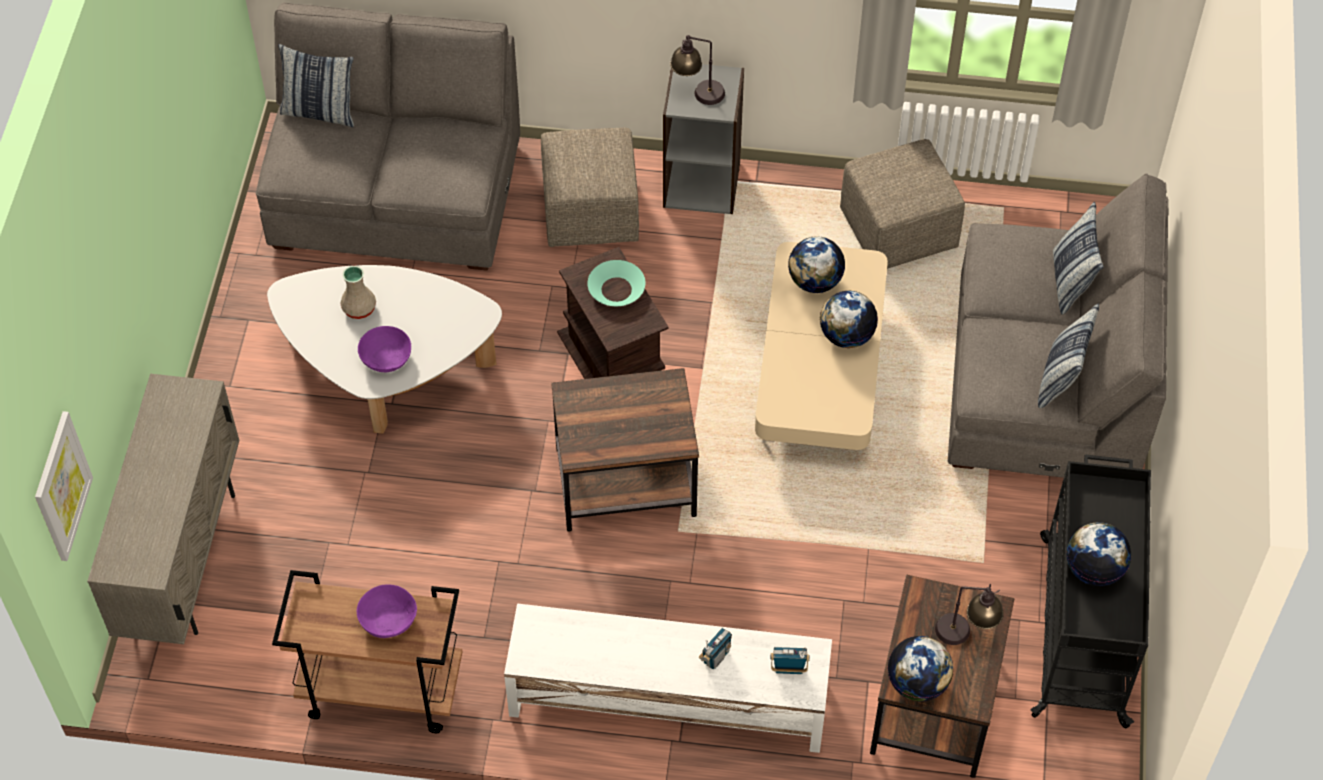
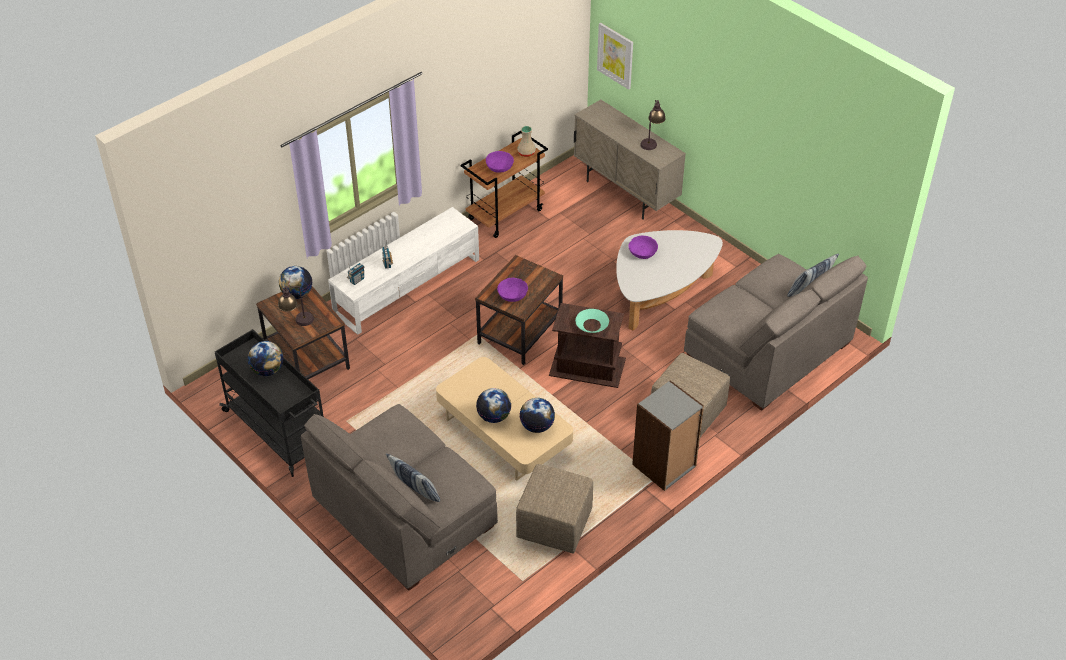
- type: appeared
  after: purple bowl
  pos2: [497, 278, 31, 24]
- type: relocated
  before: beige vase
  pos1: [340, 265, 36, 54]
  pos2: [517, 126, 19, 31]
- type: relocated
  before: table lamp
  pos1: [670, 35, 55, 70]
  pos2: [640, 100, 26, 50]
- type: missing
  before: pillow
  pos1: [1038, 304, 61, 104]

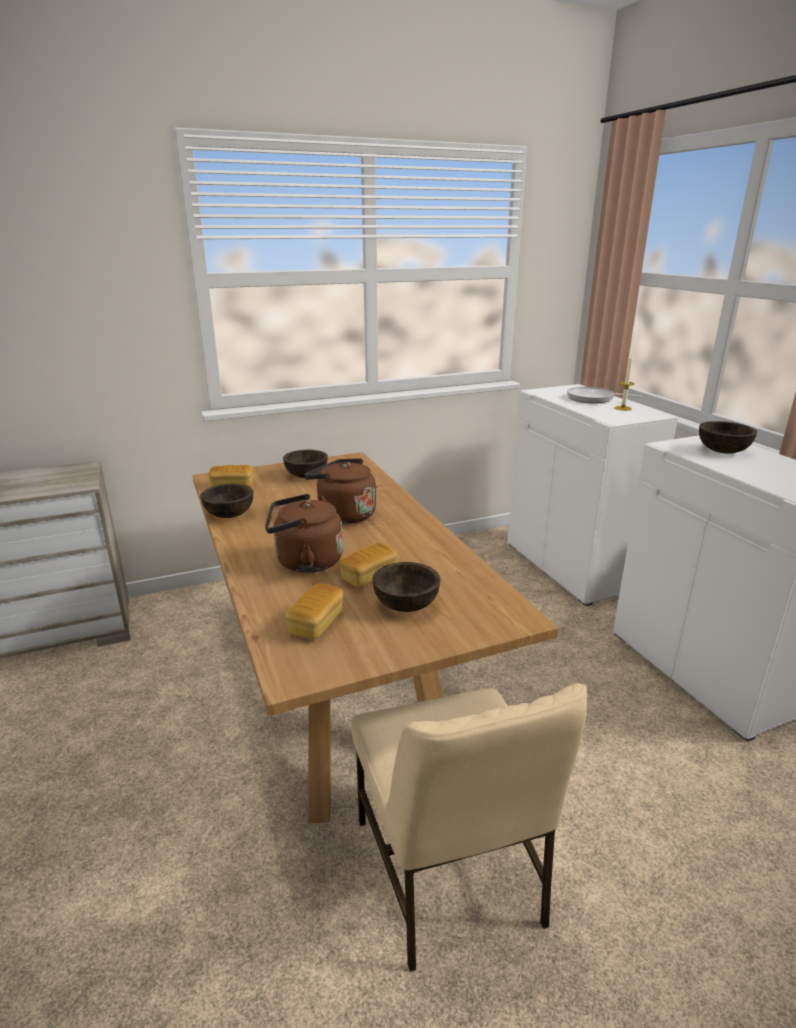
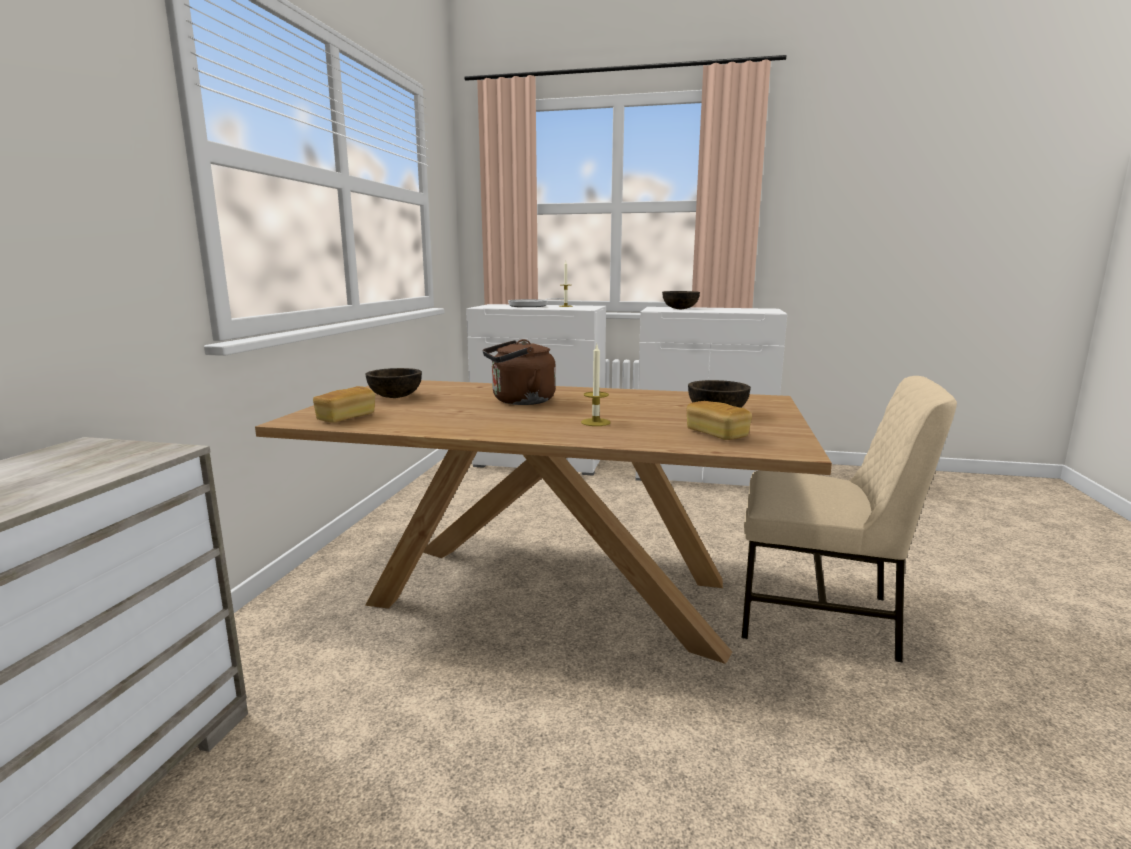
- type: exchanged
  before: brown kettle
  after: candle
  pos1: [265, 494, 78, 79]
  pos2: [581, 345, 30, 81]
- type: missing
  before: brown bowl
  pos1: [200, 484, 53, 34]
- type: missing
  before: bread
  pos1: [339, 543, 58, 45]

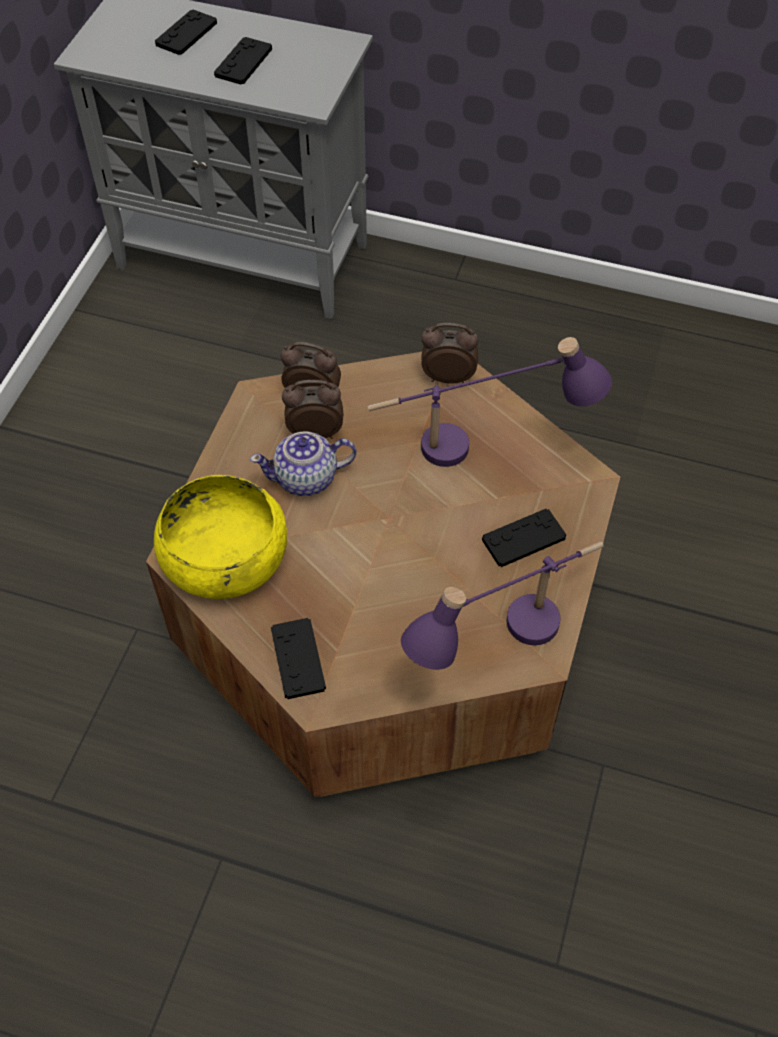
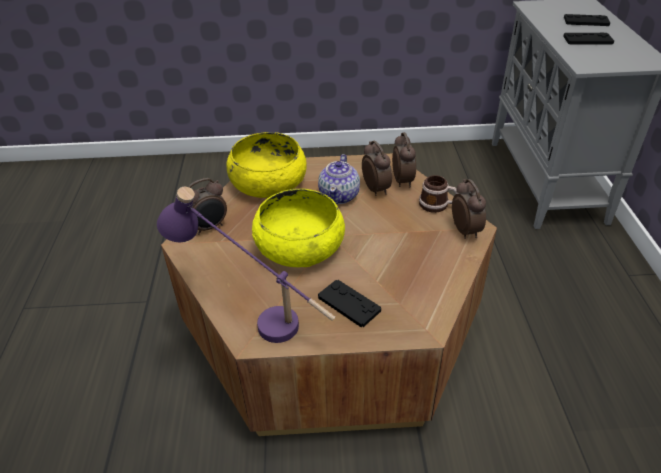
- type: exchanged
  before: black game controller
  after: alarm clock
  pos1: [271, 618, 55, 81]
  pos2: [188, 178, 39, 57]
- type: appeared
  after: yellow bowl
  pos2: [252, 189, 93, 79]
- type: spun
  before: teapot
  pos1: [250, 432, 107, 64]
  pos2: [318, 154, 42, 50]
  turn: -135
- type: appeared
  after: mug
  pos2: [419, 175, 39, 38]
- type: missing
  before: purple table lamp
  pos1: [368, 337, 244, 130]

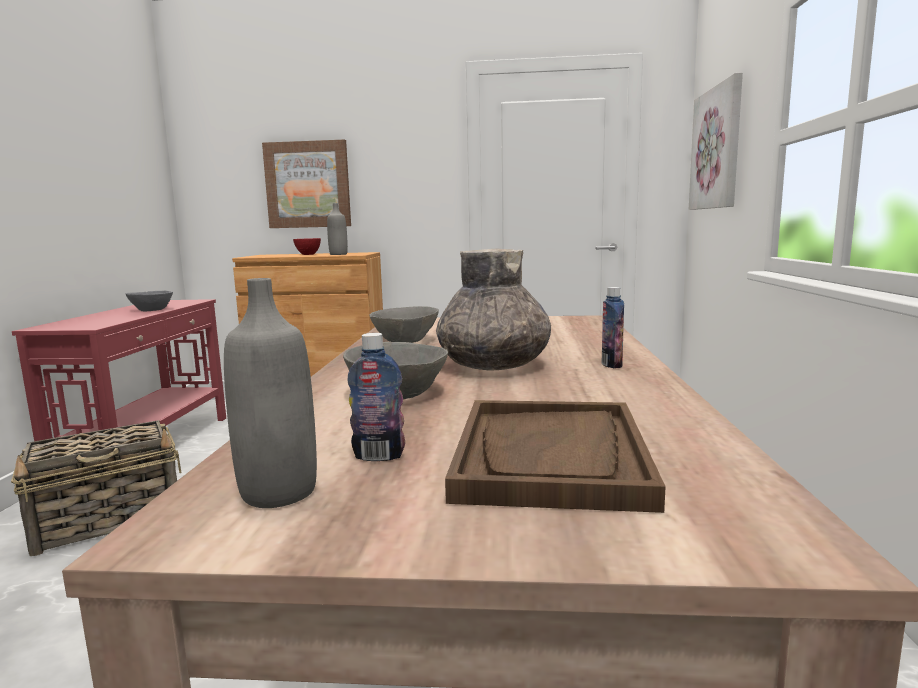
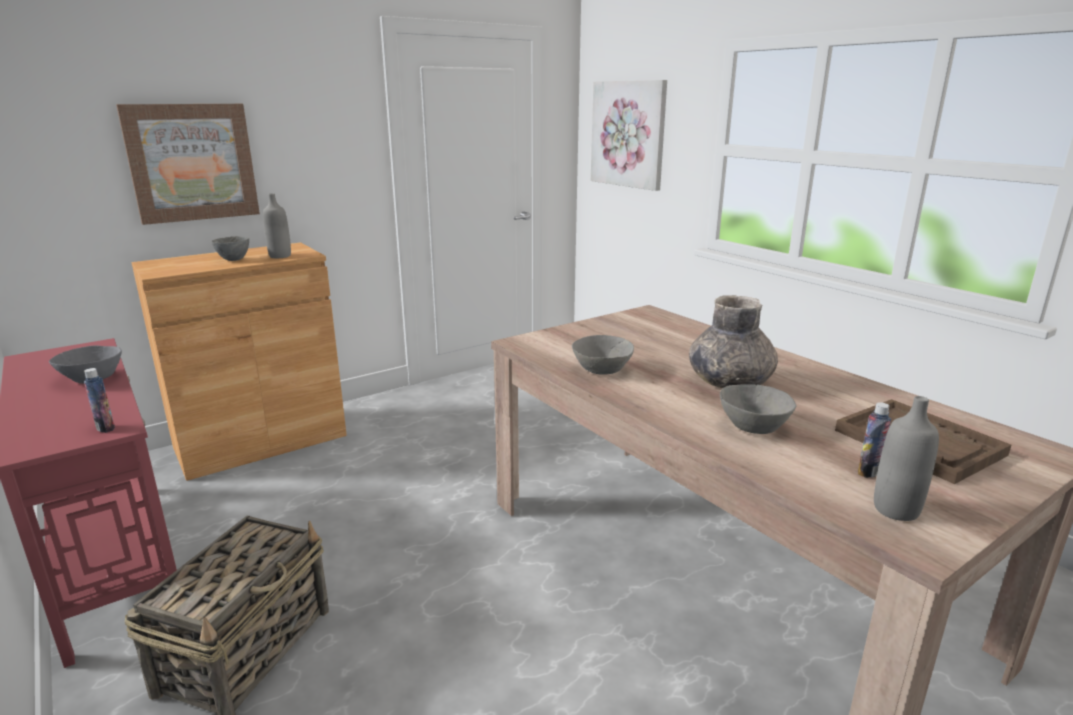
- type: relocated
  before: bottle
  pos1: [601, 287, 23, 81]
  pos2: [84, 368, 31, 65]
- type: colour
  before: red bowl
  after: grey bowl
  pos1: [293, 238, 28, 17]
  pos2: [211, 236, 38, 25]

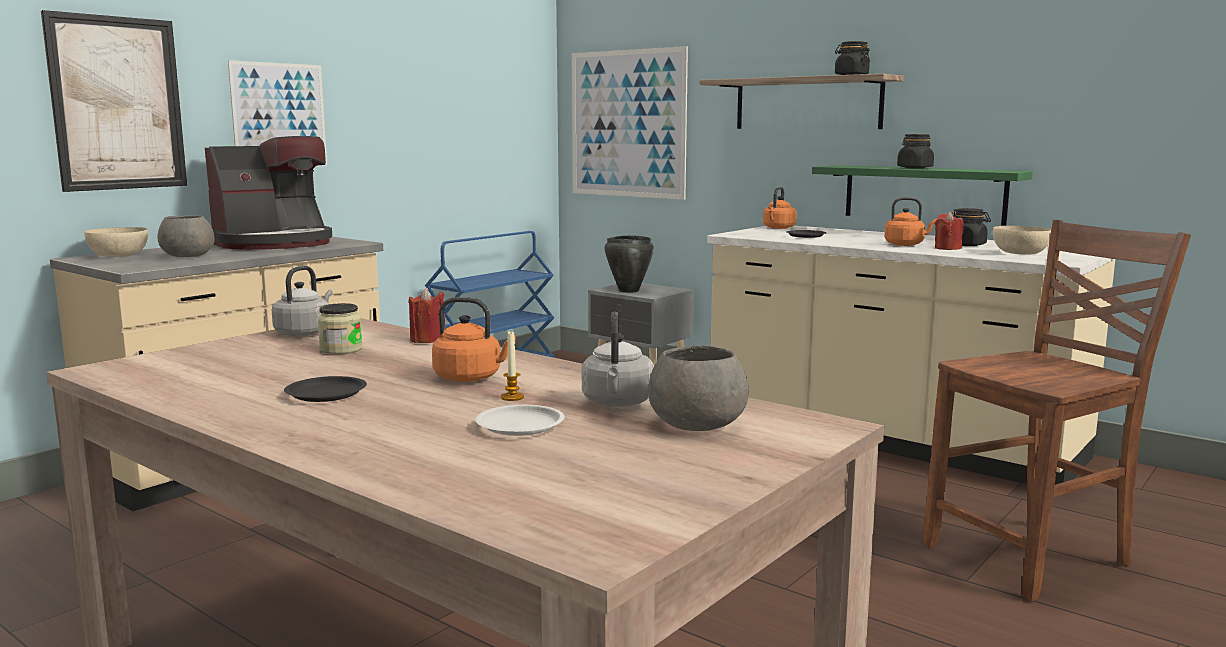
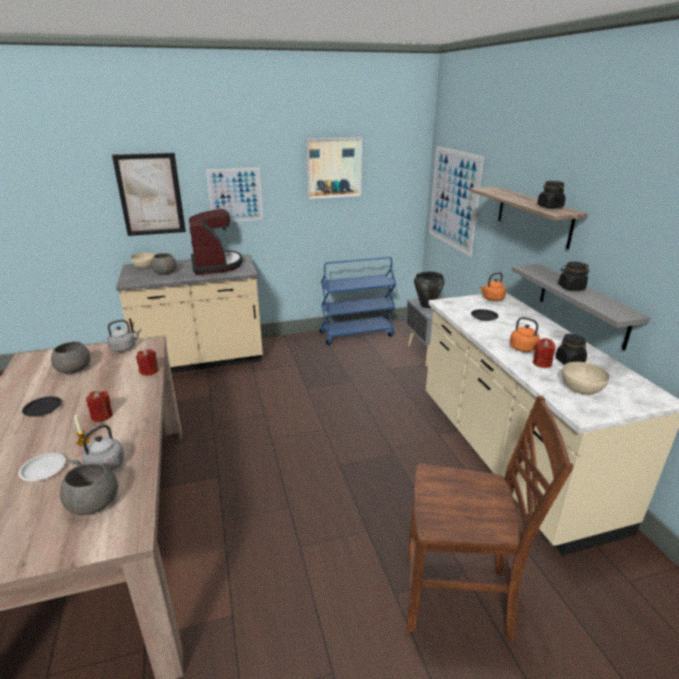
- type: appeared
  after: grey bowl
  pos2: [51, 341, 40, 33]
- type: exchanged
  before: orange kettle
  after: red candle
  pos1: [432, 297, 84, 85]
  pos2: [86, 391, 27, 31]
- type: spun
  before: coffee machine
  pos1: [205, 136, 127, 114]
  pos2: [189, 209, 54, 66]
  turn: -105
- type: appeared
  after: picture
  pos2: [306, 138, 56, 61]
- type: colour
  before: green shelf
  after: grey shelf
  pos1: [812, 165, 221, 61]
  pos2: [512, 264, 138, 86]
- type: missing
  before: jar
  pos1: [318, 303, 44, 51]

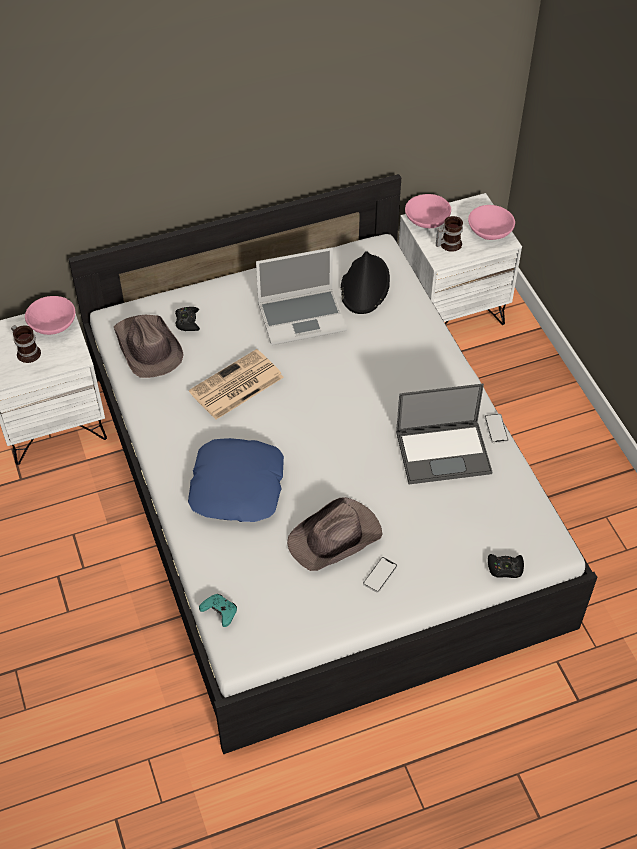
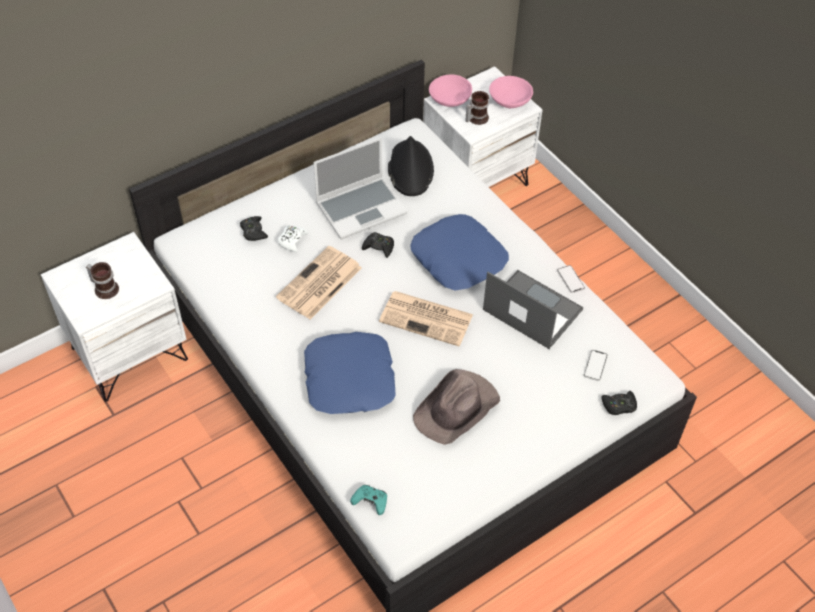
- type: appeared
  after: white game controller
  pos2: [277, 226, 31, 26]
- type: appeared
  after: black game controller
  pos2: [362, 232, 32, 26]
- type: appeared
  after: newspaper
  pos2: [379, 291, 94, 55]
- type: appeared
  after: blue pillow
  pos2: [410, 214, 99, 77]
- type: spun
  before: laptop
  pos1: [396, 384, 96, 100]
  pos2: [483, 270, 101, 79]
  turn: -120
- type: relocated
  before: phone
  pos1: [363, 557, 34, 36]
  pos2: [584, 350, 24, 31]
- type: missing
  before: pink bowl
  pos1: [25, 296, 50, 39]
- type: missing
  before: brown hat
  pos1: [114, 315, 70, 63]

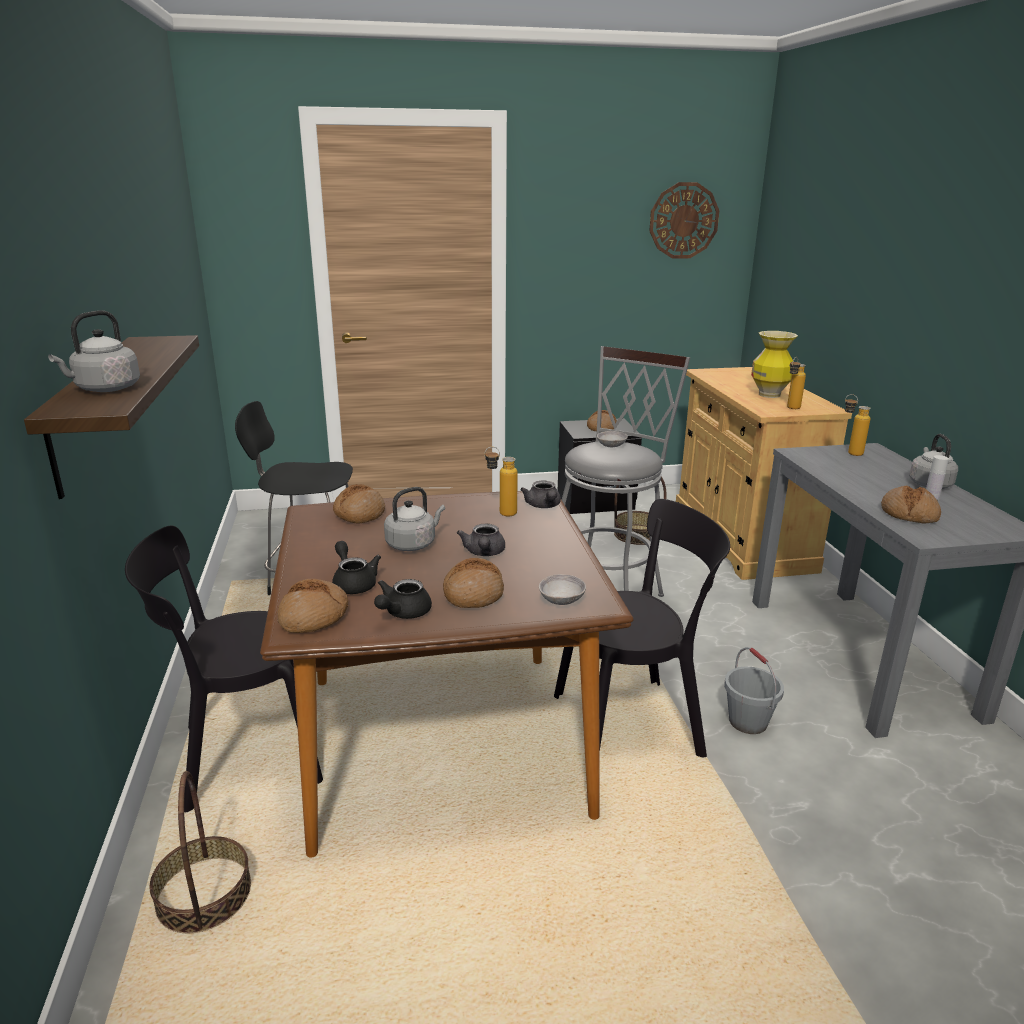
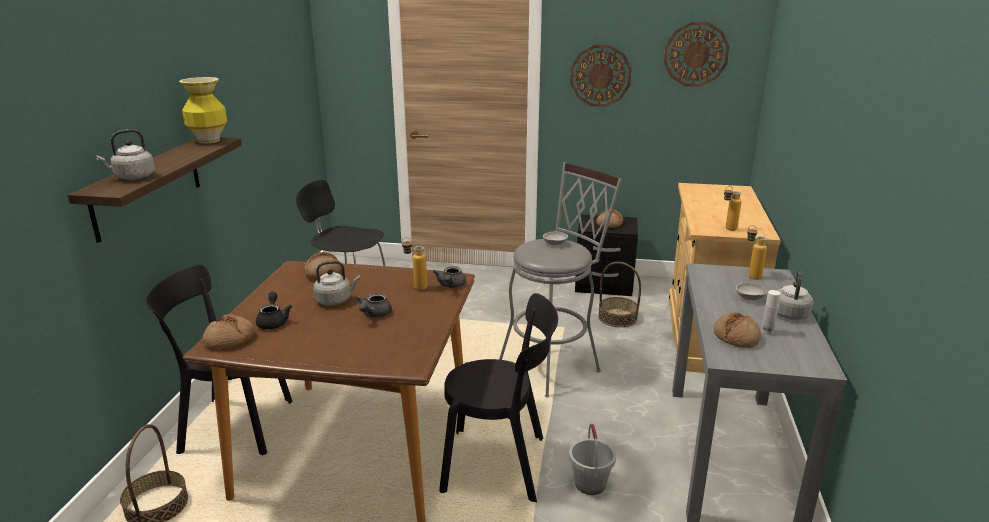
- type: relocated
  before: vase
  pos1: [751, 331, 47, 67]
  pos2: [179, 77, 48, 66]
- type: appeared
  after: wall clock
  pos2: [570, 45, 62, 62]
- type: relocated
  before: grey bowl
  pos1: [539, 574, 47, 31]
  pos2: [736, 282, 31, 18]
- type: missing
  before: black teapot
  pos1: [374, 579, 58, 40]
- type: missing
  before: bread
  pos1: [443, 558, 61, 50]

